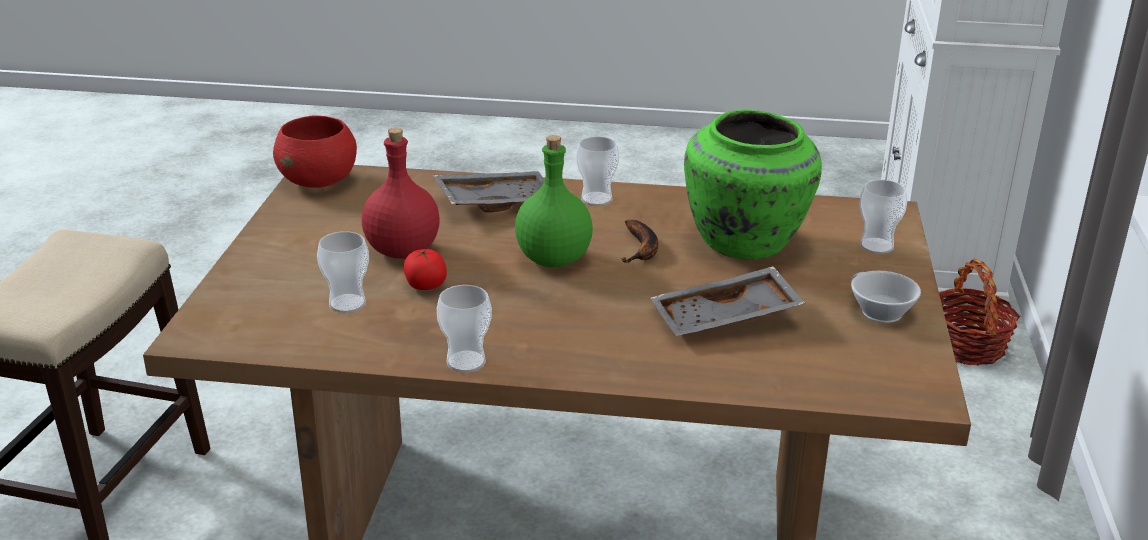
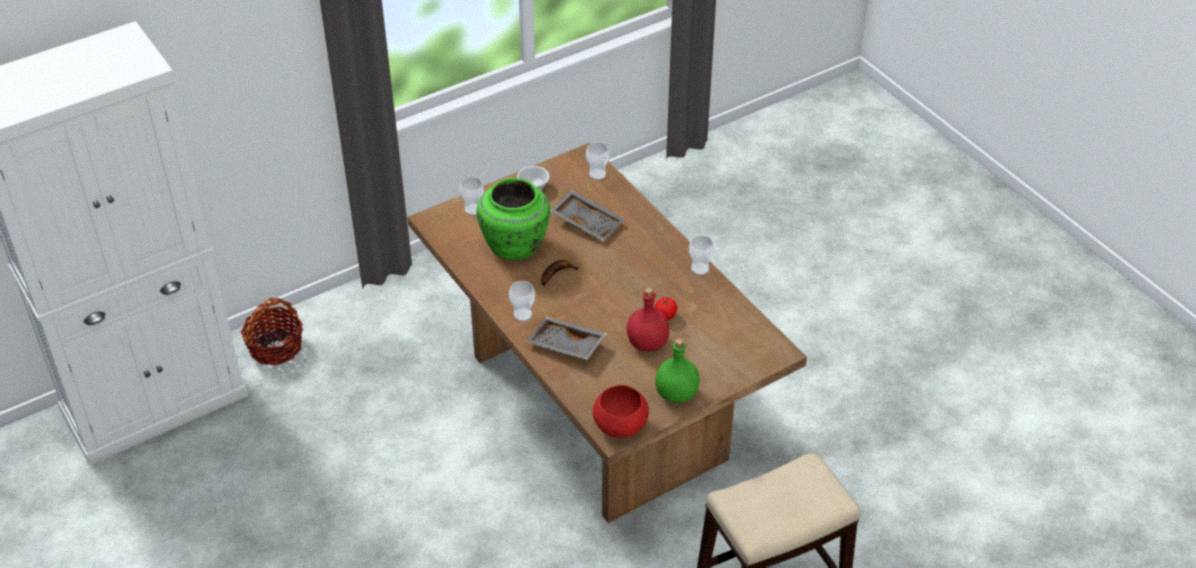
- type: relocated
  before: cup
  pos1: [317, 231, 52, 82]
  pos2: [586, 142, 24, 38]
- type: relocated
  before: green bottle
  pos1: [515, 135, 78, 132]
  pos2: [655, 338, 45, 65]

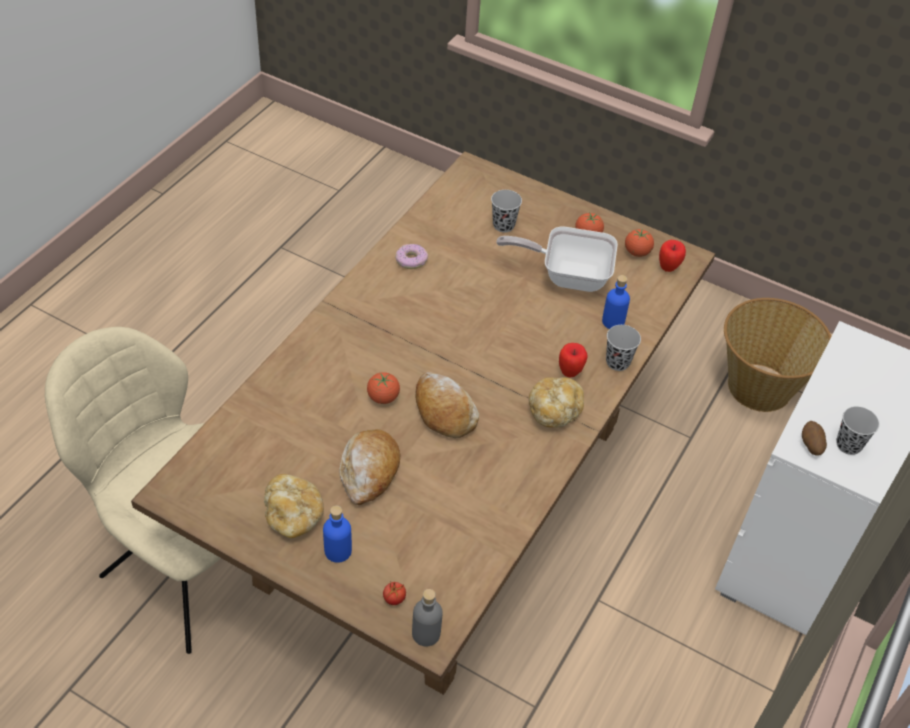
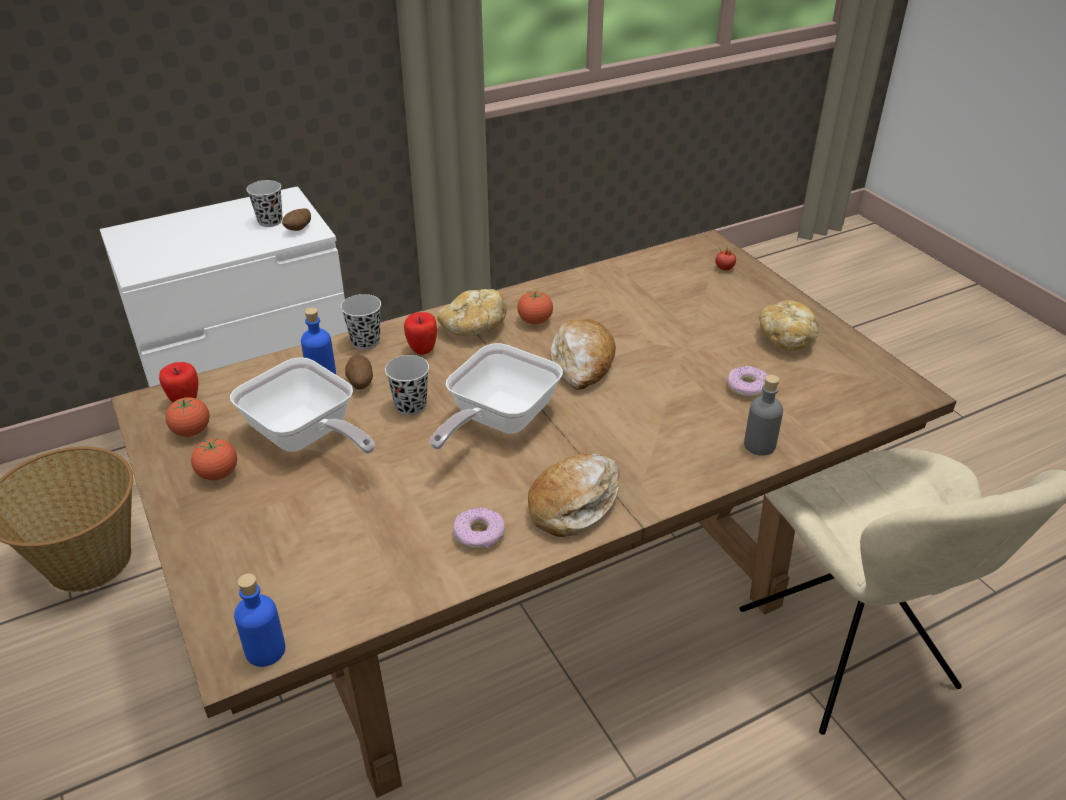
- type: relocated
  before: blue bottle
  pos1: [323, 505, 29, 58]
  pos2: [234, 573, 51, 94]
- type: appeared
  after: potato
  pos2: [345, 354, 28, 35]
- type: relocated
  before: black cup
  pos1: [491, 190, 31, 42]
  pos2: [385, 355, 44, 60]
- type: appeared
  after: frying pan
  pos2: [430, 343, 133, 107]
- type: relocated
  before: tomato
  pos1: [367, 372, 33, 32]
  pos2: [517, 290, 36, 34]
- type: relocated
  before: bread
  pos1: [339, 429, 61, 76]
  pos2: [528, 453, 91, 84]
- type: appeared
  after: donut
  pos2: [727, 366, 41, 32]
- type: relocated
  before: grey bottle
  pos1: [412, 589, 31, 57]
  pos2: [744, 374, 39, 82]

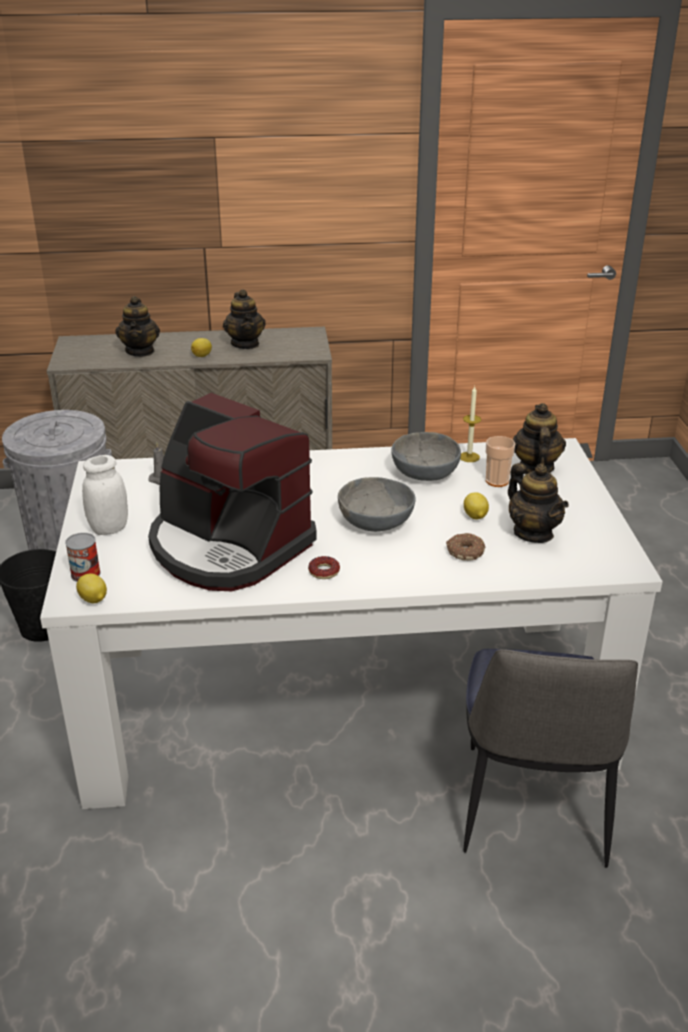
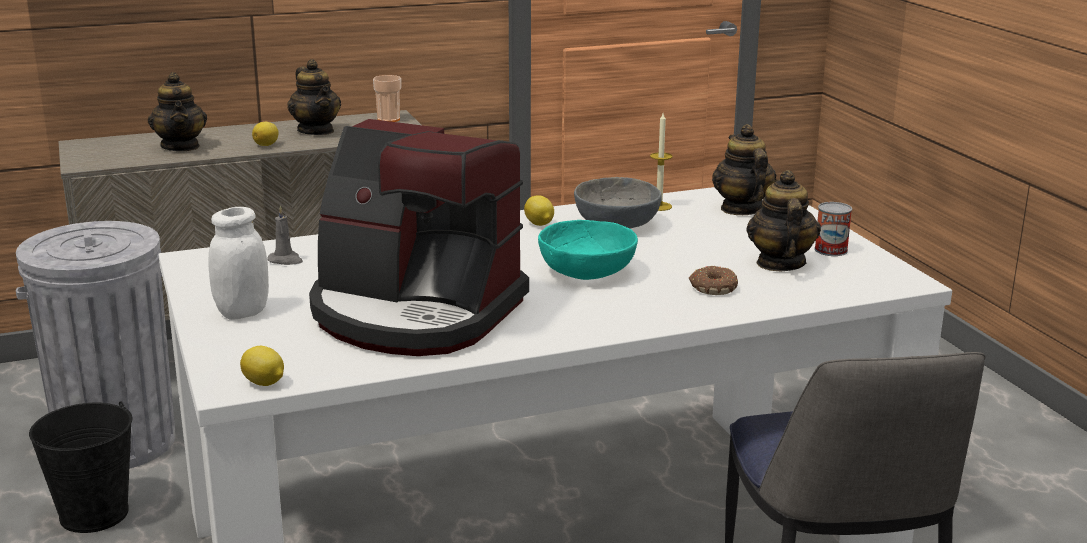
- type: relocated
  before: cup
  pos1: [486, 436, 30, 51]
  pos2: [373, 75, 28, 47]
- type: relocated
  before: lemon
  pos1: [464, 493, 25, 26]
  pos2: [524, 195, 30, 31]
- type: colour
  before: grey bowl
  after: turquoise bowl
  pos1: [338, 477, 78, 55]
  pos2: [538, 220, 100, 60]
- type: spun
  before: teapot
  pos1: [508, 463, 61, 80]
  pos2: [746, 170, 75, 101]
  turn: -135
- type: relocated
  before: can
  pos1: [65, 533, 36, 49]
  pos2: [814, 202, 38, 54]
- type: missing
  before: donut
  pos1: [308, 556, 32, 23]

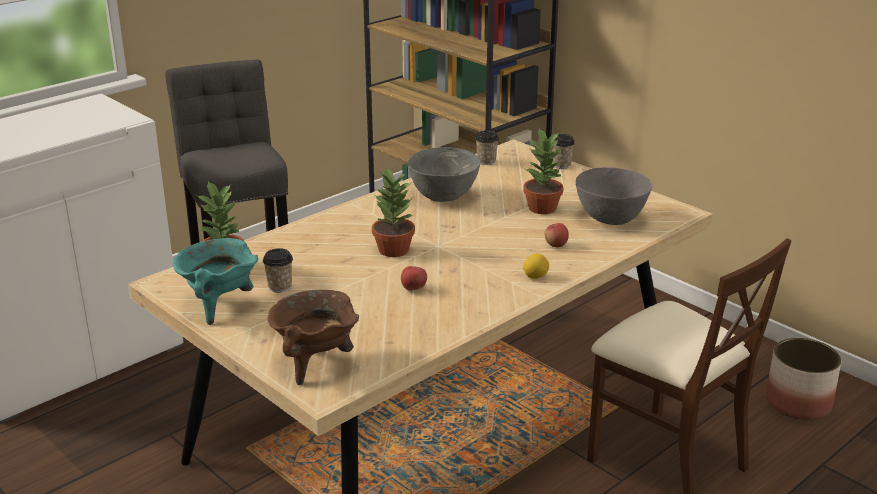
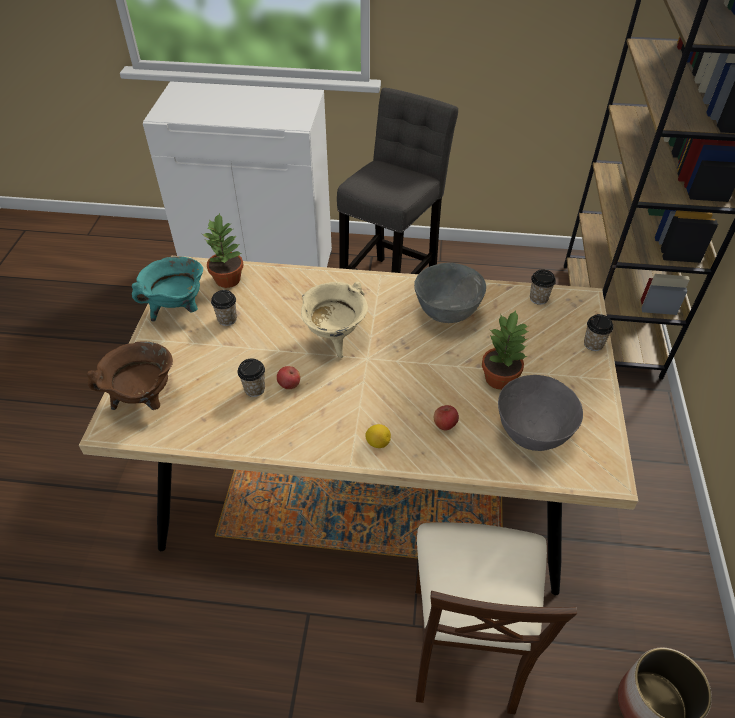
- type: appeared
  after: cup
  pos2: [238, 358, 27, 39]
- type: exchanged
  before: potted plant
  after: beige cooking pot
  pos1: [372, 168, 43, 89]
  pos2: [301, 282, 67, 76]

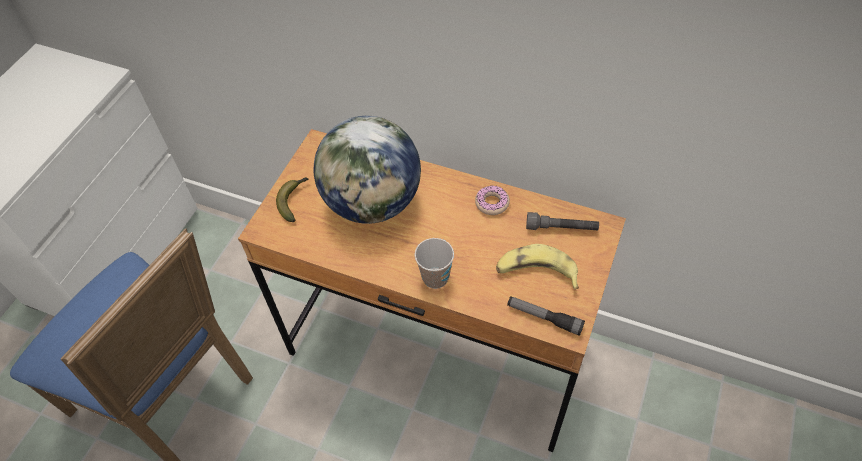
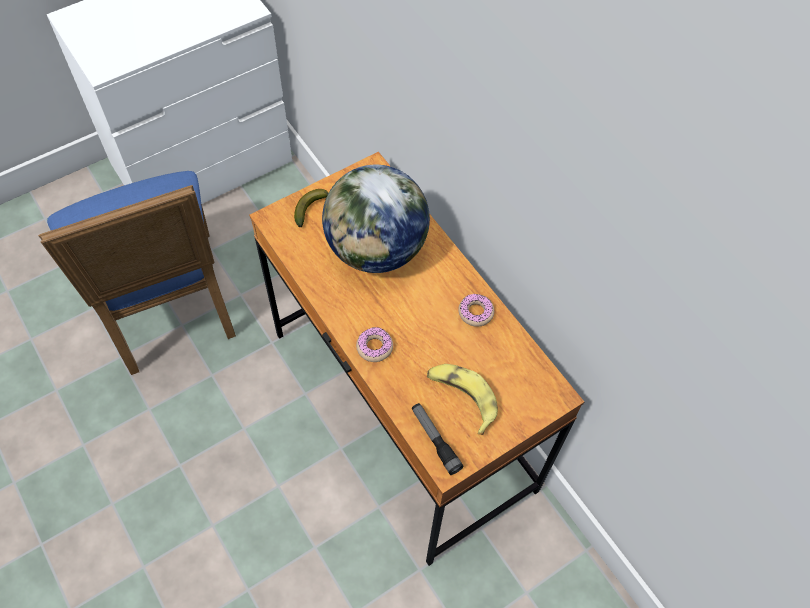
- type: exchanged
  before: cup
  after: donut
  pos1: [414, 238, 40, 51]
  pos2: [356, 327, 37, 35]
- type: missing
  before: grey flashlight
  pos1: [526, 212, 73, 18]

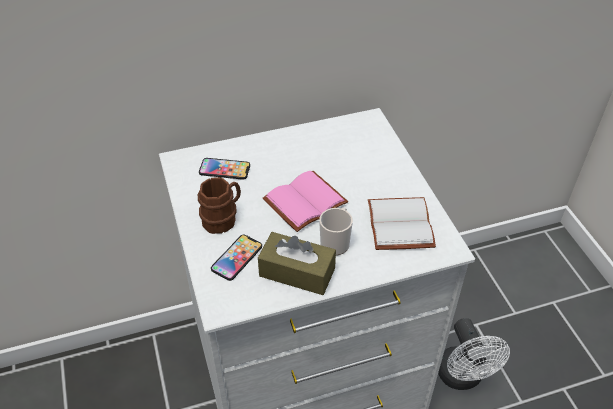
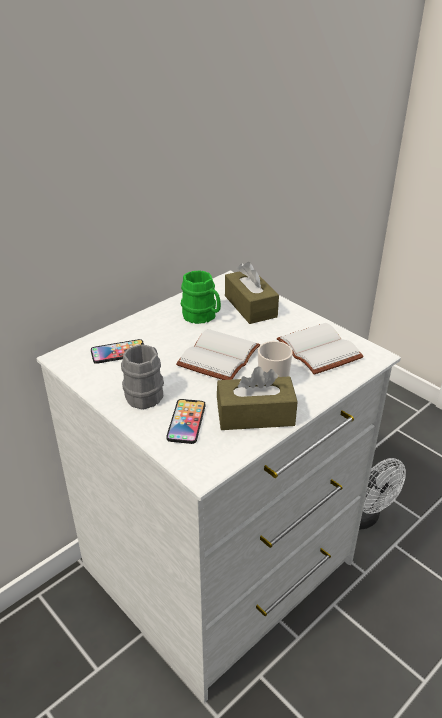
- type: colour
  before: brown mug
  after: grey mug
  pos1: [198, 177, 43, 57]
  pos2: [121, 344, 43, 66]
- type: colour
  before: pink book
  after: white book
  pos1: [263, 171, 85, 61]
  pos2: [176, 329, 84, 51]
- type: appeared
  after: green mug
  pos2: [181, 270, 40, 54]
- type: appeared
  after: brown tissue box
  pos2: [225, 262, 54, 62]

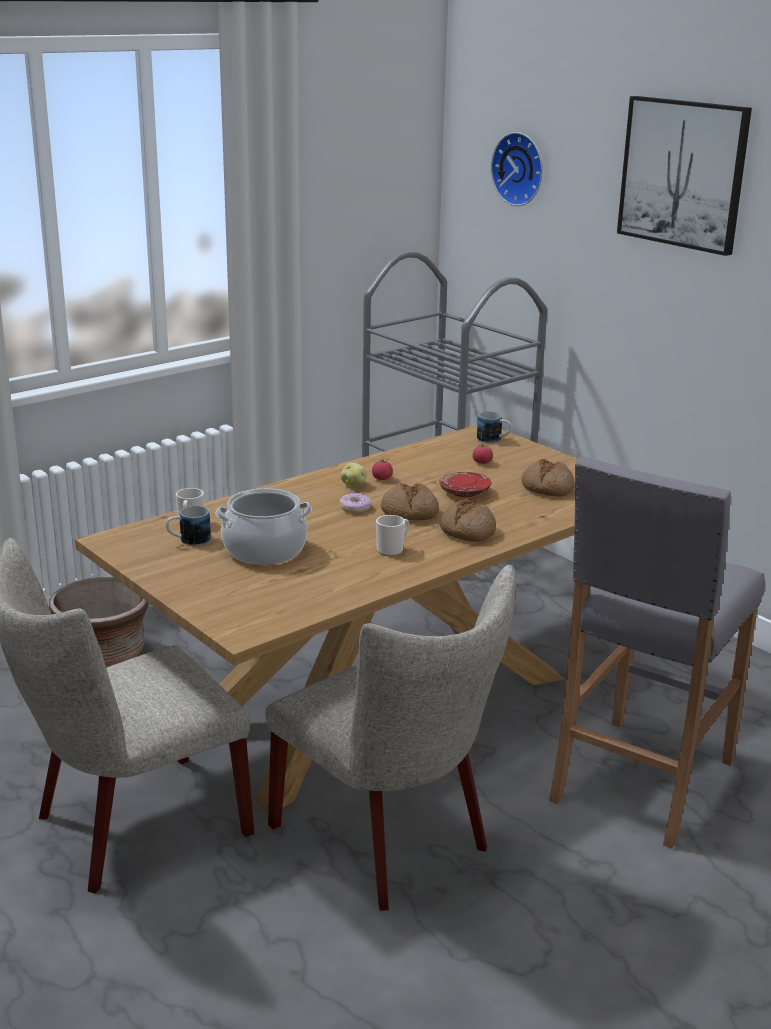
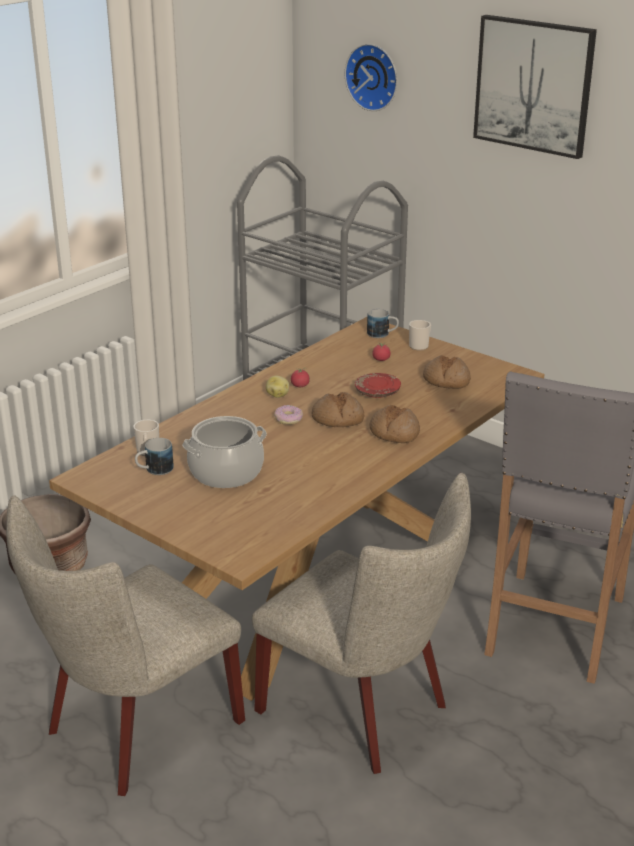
- type: relocated
  before: mug
  pos1: [376, 515, 33, 41]
  pos2: [409, 320, 22, 31]

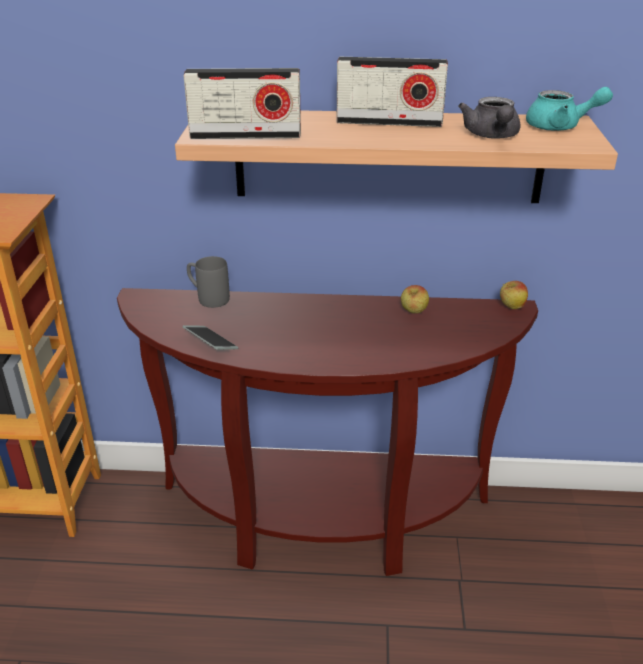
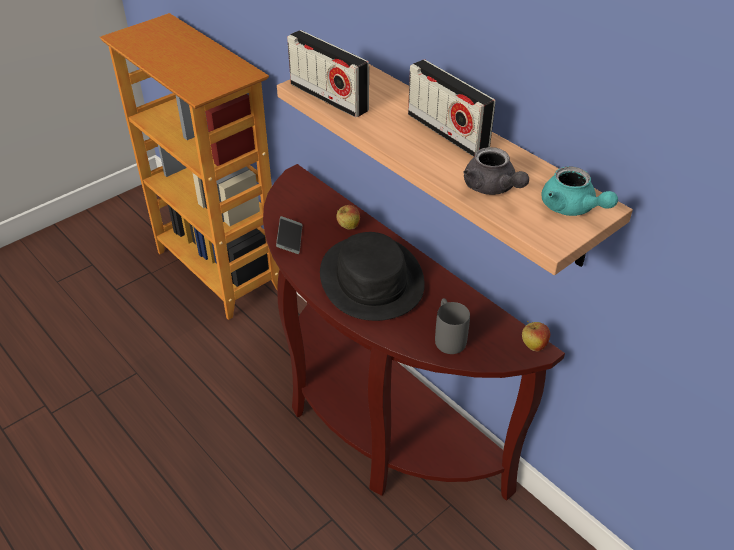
- type: appeared
  after: black hat
  pos2: [320, 232, 105, 89]
- type: relocated
  before: apple
  pos1: [401, 285, 28, 29]
  pos2: [336, 205, 24, 25]
- type: relocated
  before: grey mug
  pos1: [187, 256, 43, 52]
  pos2: [435, 298, 35, 56]
- type: spun
  before: grey teapot
  pos1: [458, 97, 62, 42]
  pos2: [464, 147, 65, 48]
  turn: -75

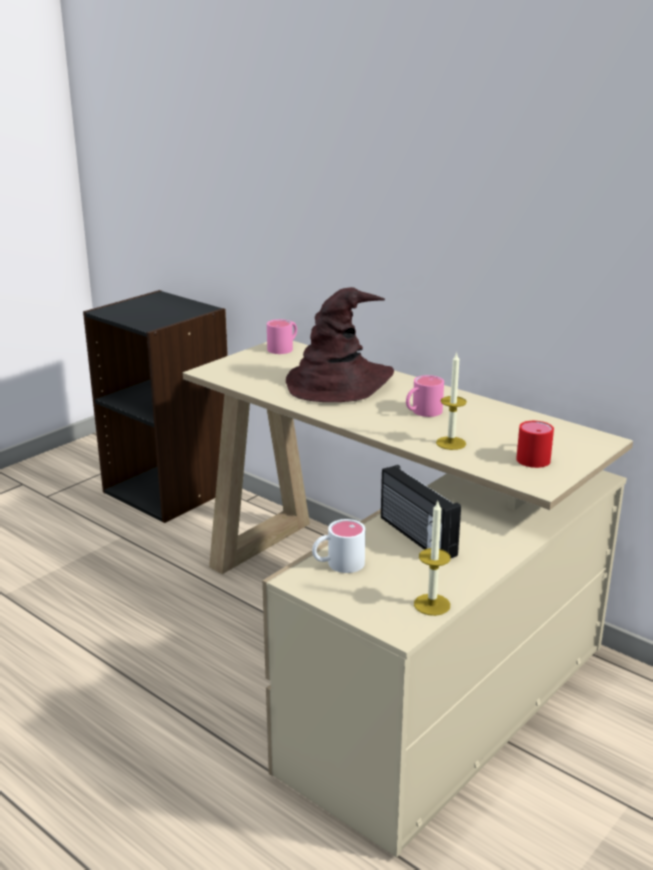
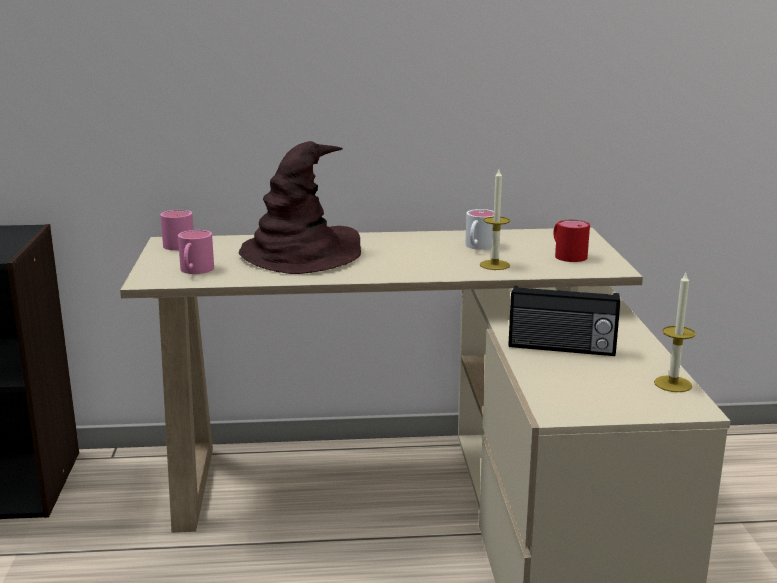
- type: relocated
  before: pink mug
  pos1: [406, 375, 38, 42]
  pos2: [178, 230, 36, 44]
- type: relocated
  before: white mug
  pos1: [312, 519, 53, 54]
  pos2: [465, 209, 29, 41]

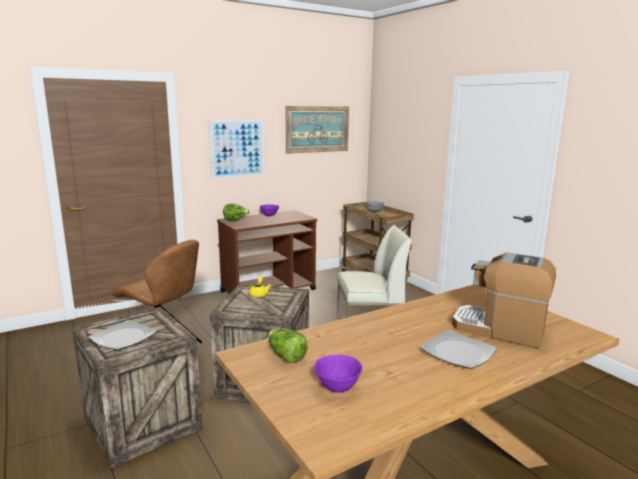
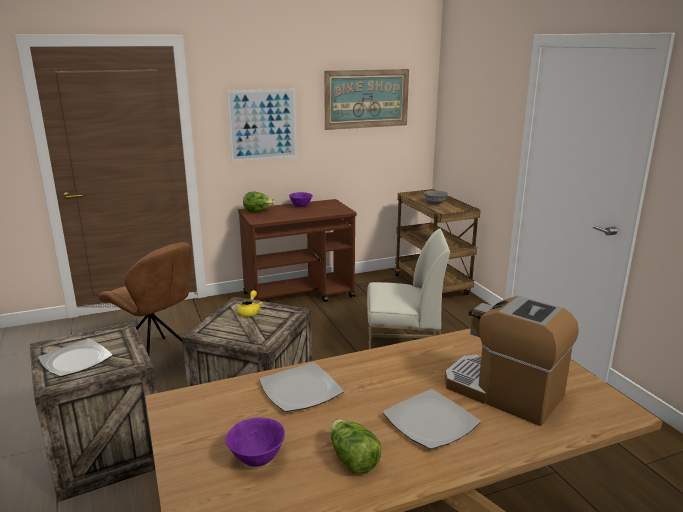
- type: appeared
  after: plate
  pos2: [259, 362, 85, 50]
- type: relocated
  before: lettuce
  pos1: [268, 329, 40, 34]
  pos2: [331, 419, 50, 55]

